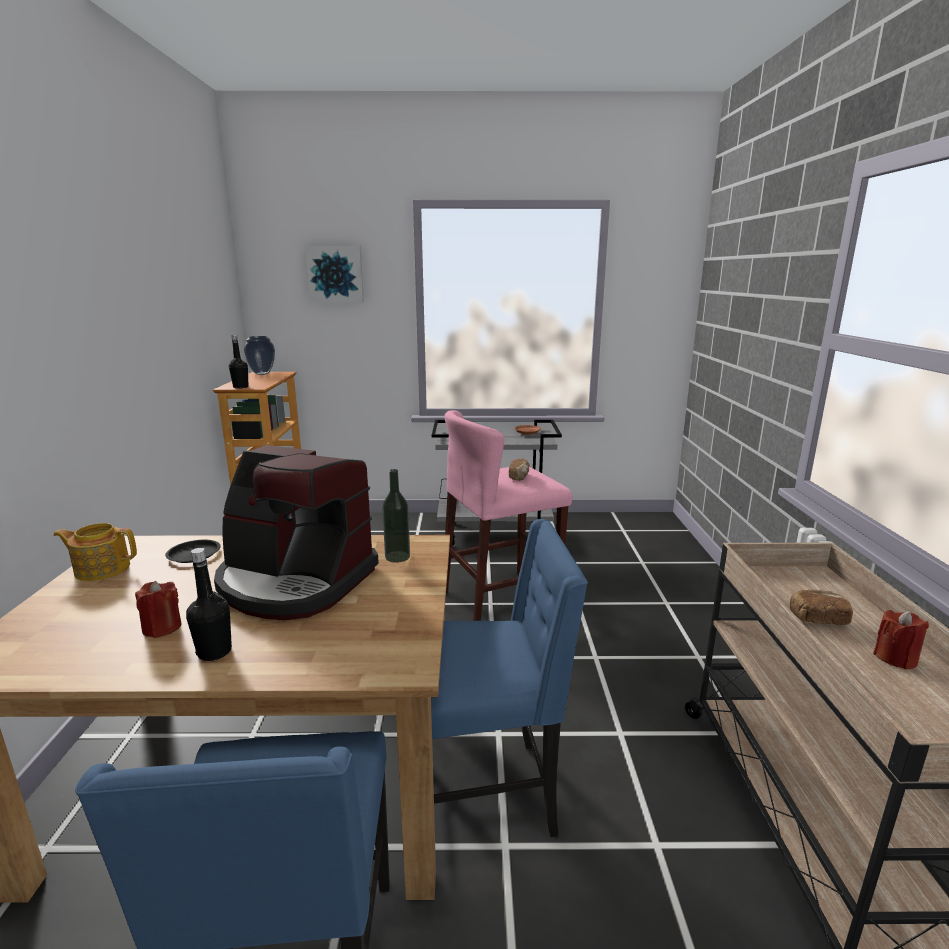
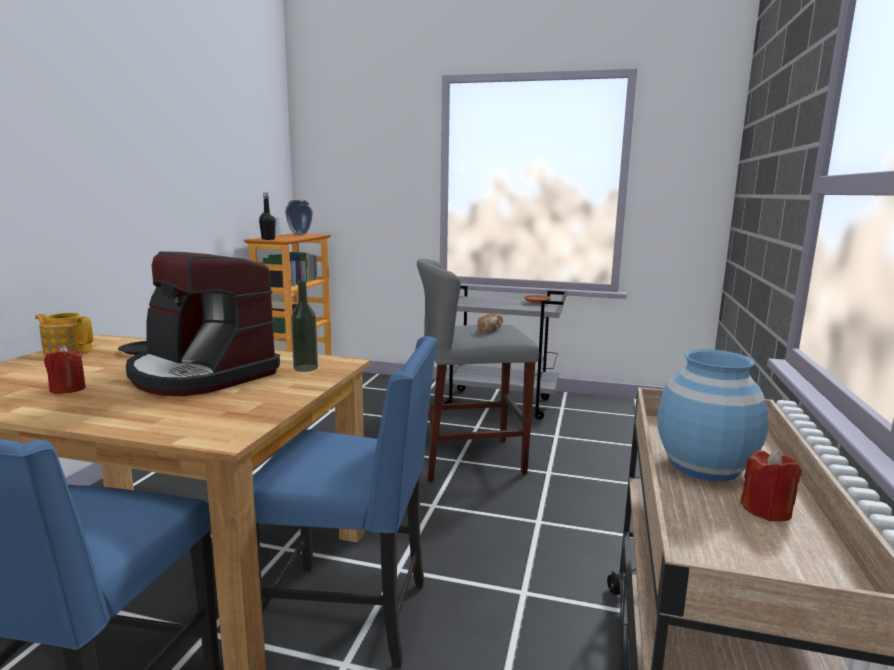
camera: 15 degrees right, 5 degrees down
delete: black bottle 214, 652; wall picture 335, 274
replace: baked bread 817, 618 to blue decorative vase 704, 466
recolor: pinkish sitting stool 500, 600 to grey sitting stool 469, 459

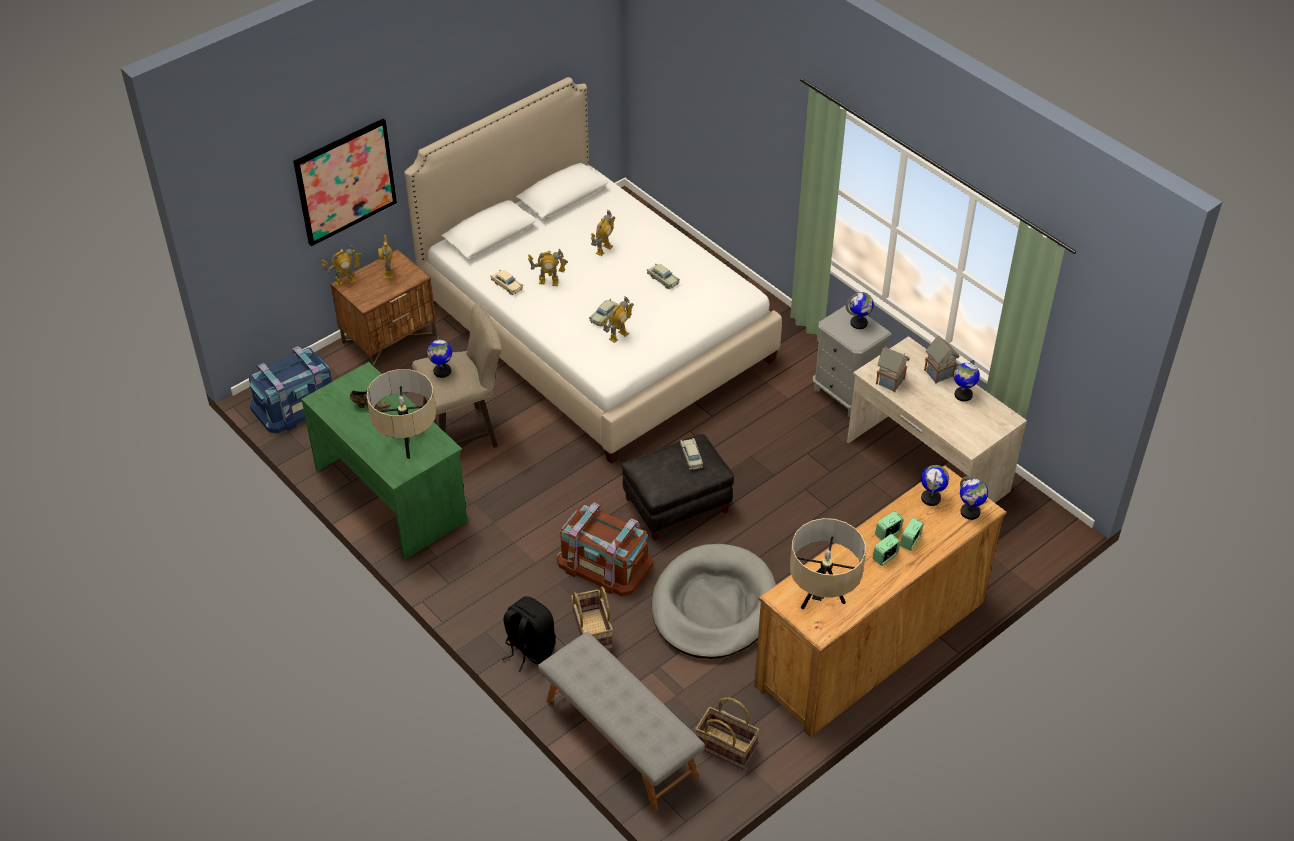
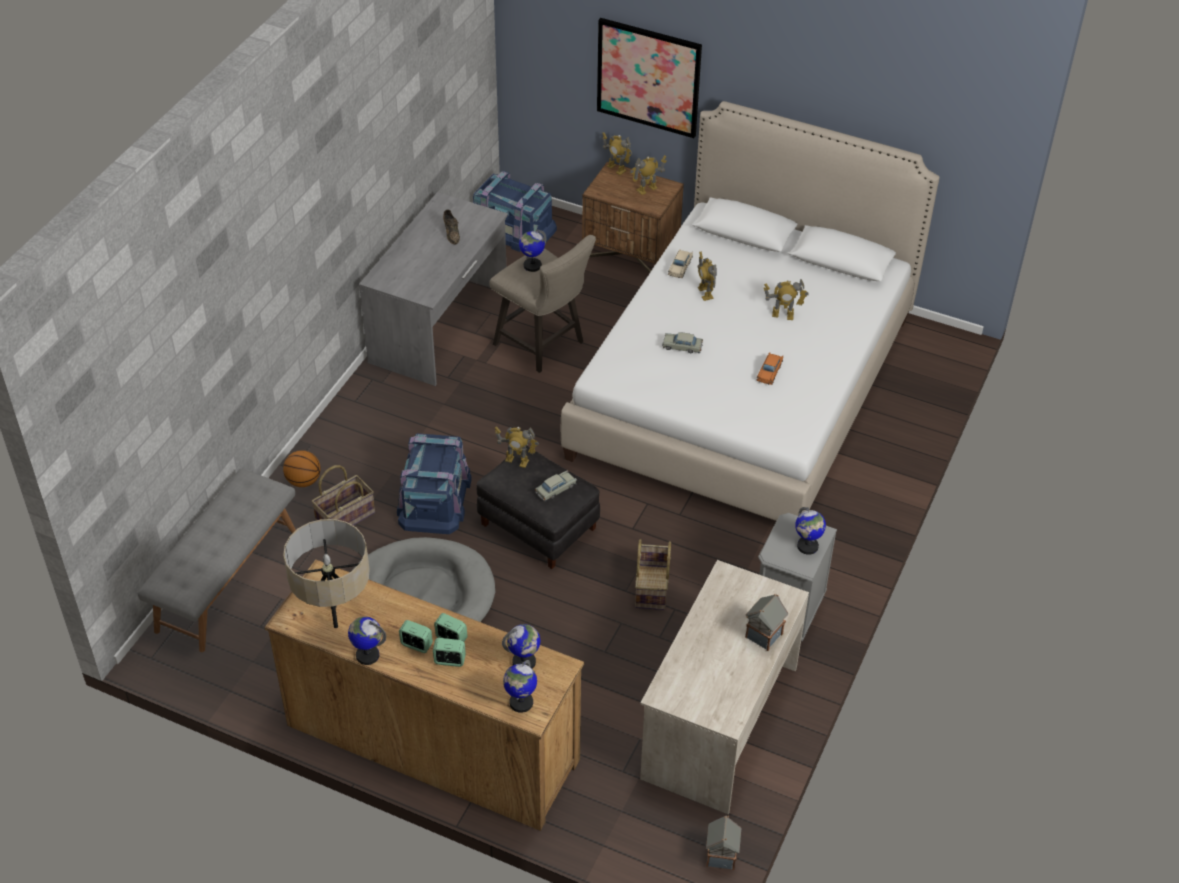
camera: 65 degrees right, 0 degrees up
delete: beige-coloured tabletop lamp 407, 444
move: toy robot 618, 336 to 517, 461; storage basket 726, 747 to 652, 588; miniature house 891, 381 to 721, 857; desk globe 963, 395 to 367, 655
replace: black backpack 529, 649 to basketball 303, 481
recolor: greenish desk table 392, 494 to grey desk table 440, 326; brownish storage bin 604, 563 to blue storage bin 434, 497; beige-coloured model car 663, 279 to orangey model car 769, 372

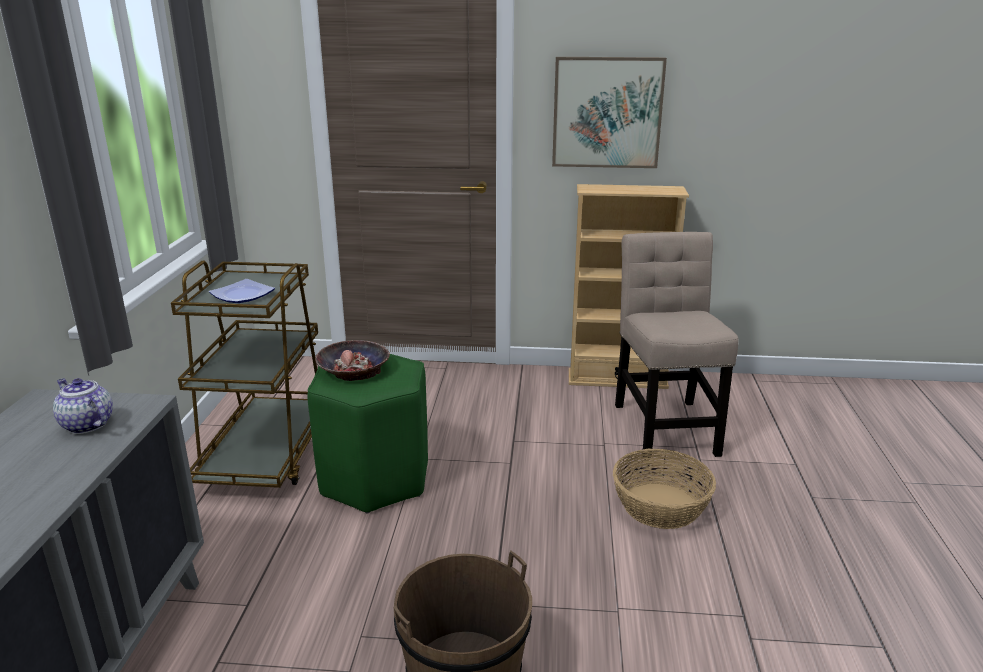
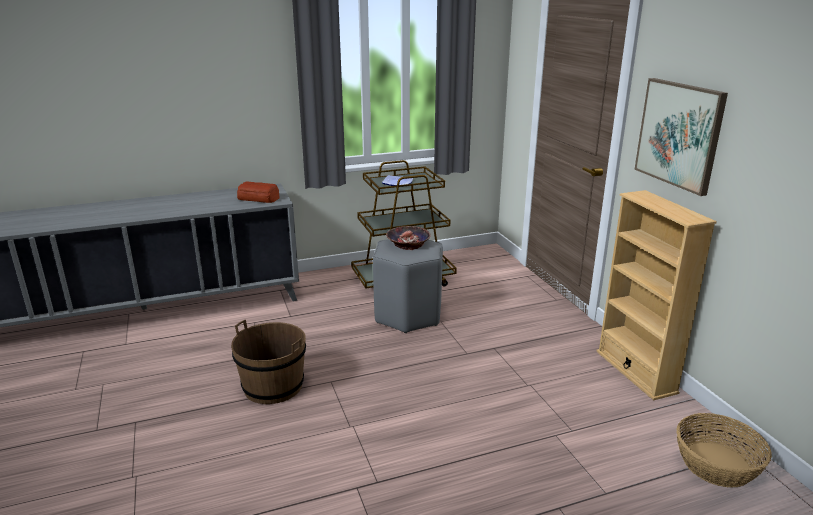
camera: 65 degrees right, 0 degrees up
delete: beige-coloured plain chair 665, 425
move: storage basket 660, 505 to 717, 464
replace: teapot 86, 424 to baked bread 258, 198
recolor: greenish sitting stool 376, 479 to grey sitting stool 408, 316

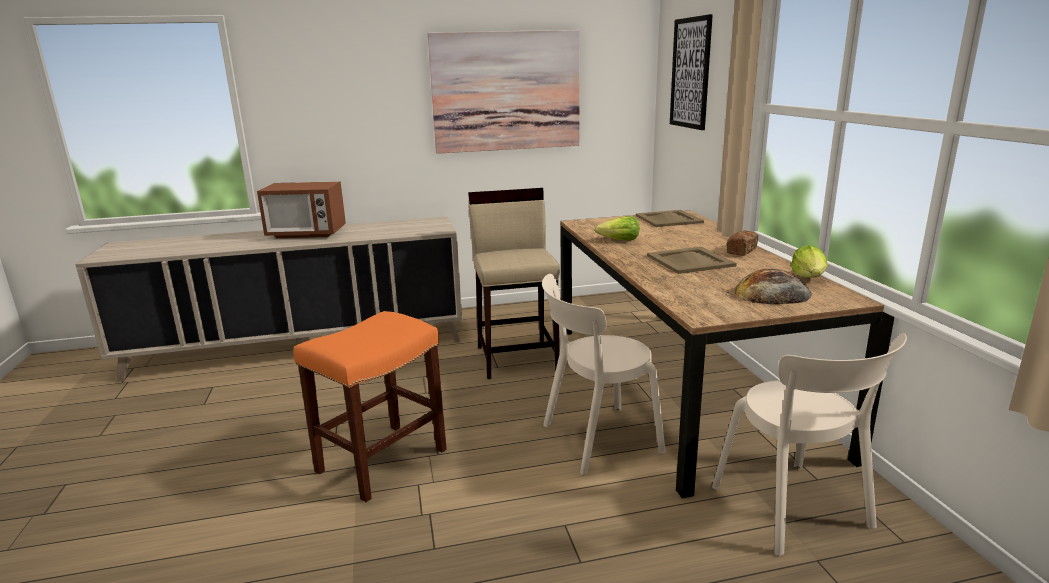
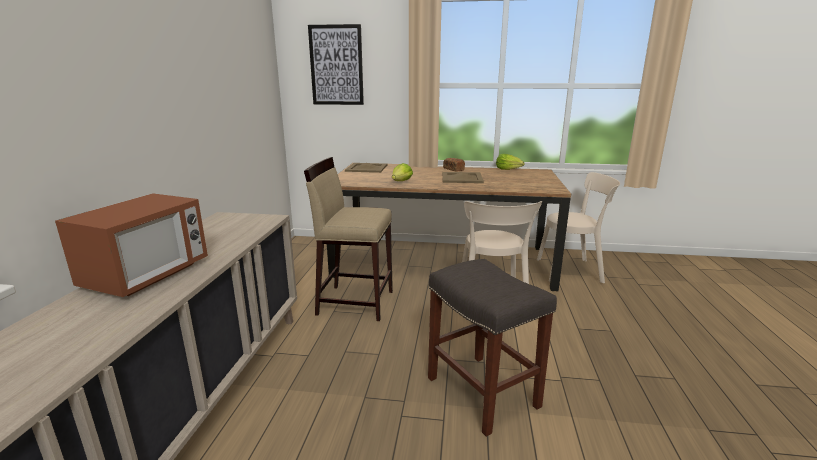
camera: 70 degrees left, 0 degrees up
delete: wall picture 506, 91; baked bread 772, 293
recolor: orangey sitting stool 382, 459 to grey sitting stool 480, 391

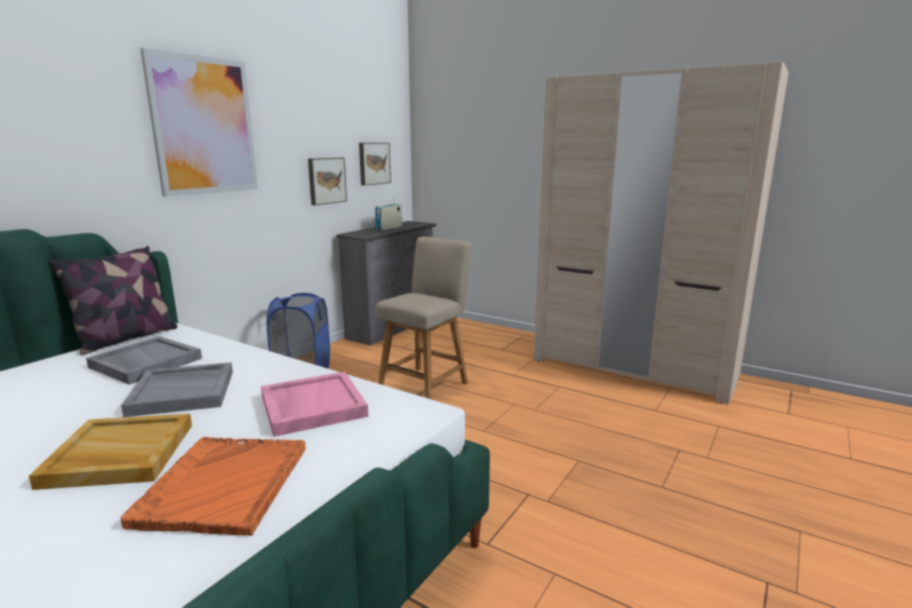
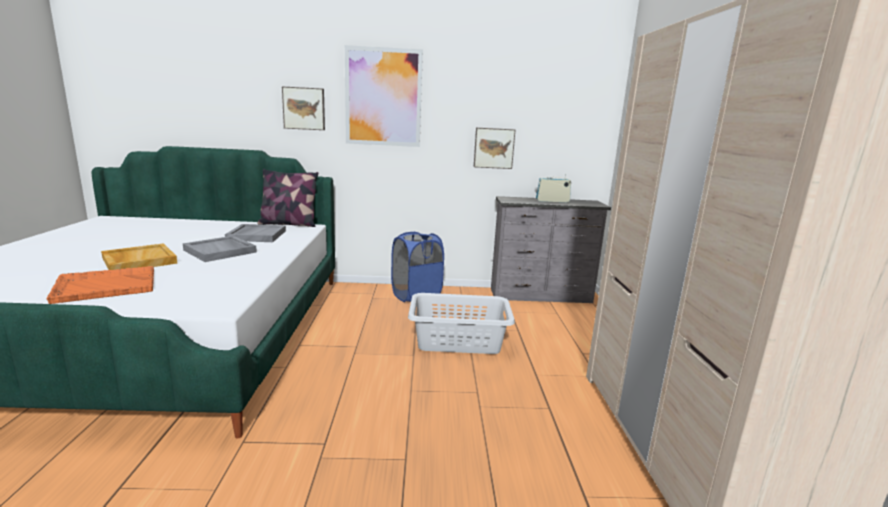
camera: 55 degrees right, 0 degrees up
delete: pinkish tray 312, 406
move: wall picture 373, 163 to 304, 108
replace: beige-coloured plain chair 426, 384 to grey hamper 459, 341

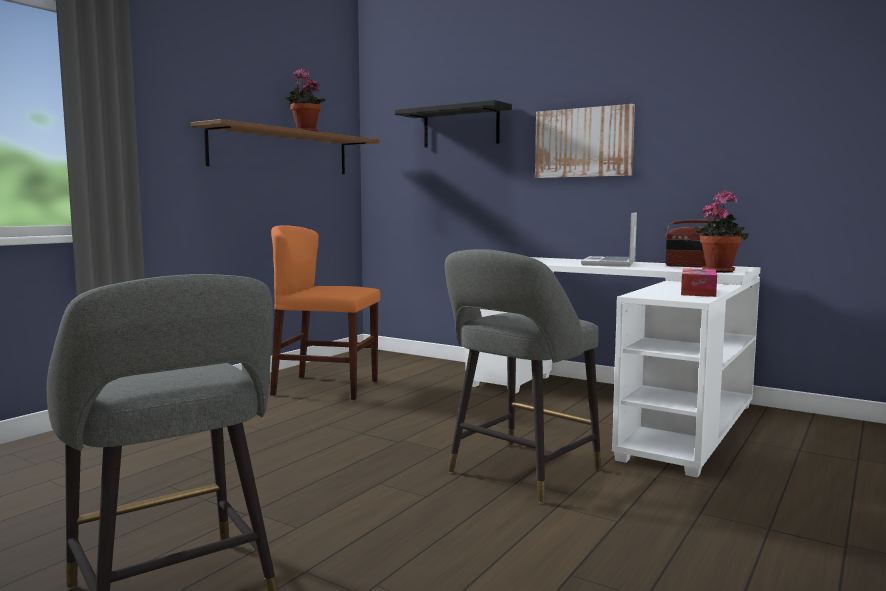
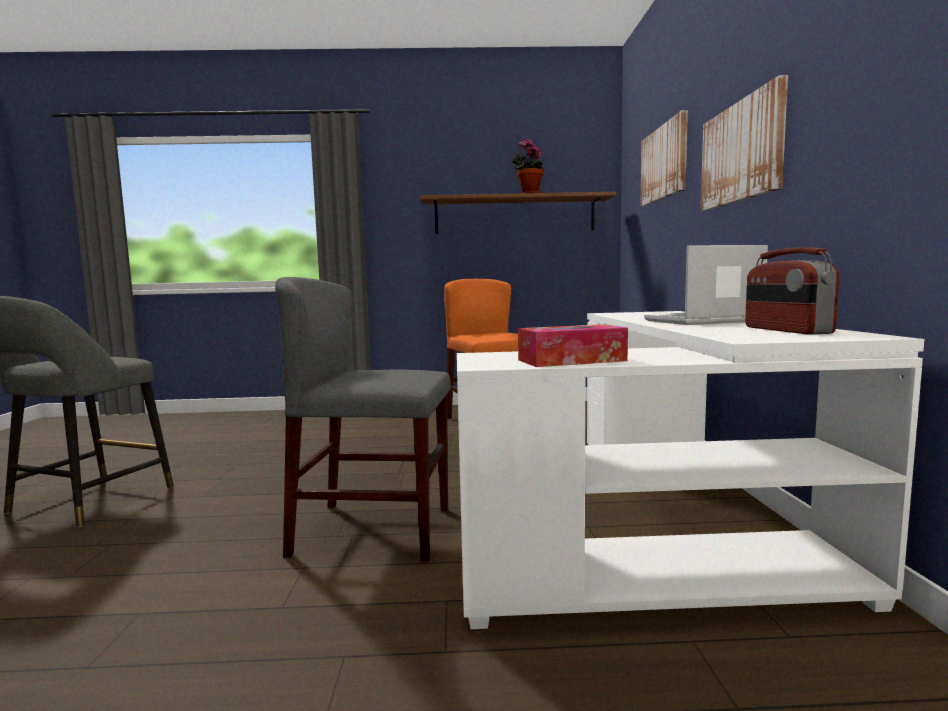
camera: 55 degrees right, 0 degrees up
delete: houseplant 719, 271
replace: black wall shelf 461, 127 to wall picture 664, 163; grey sitting stool 519, 473 to grey plain chair 373, 530

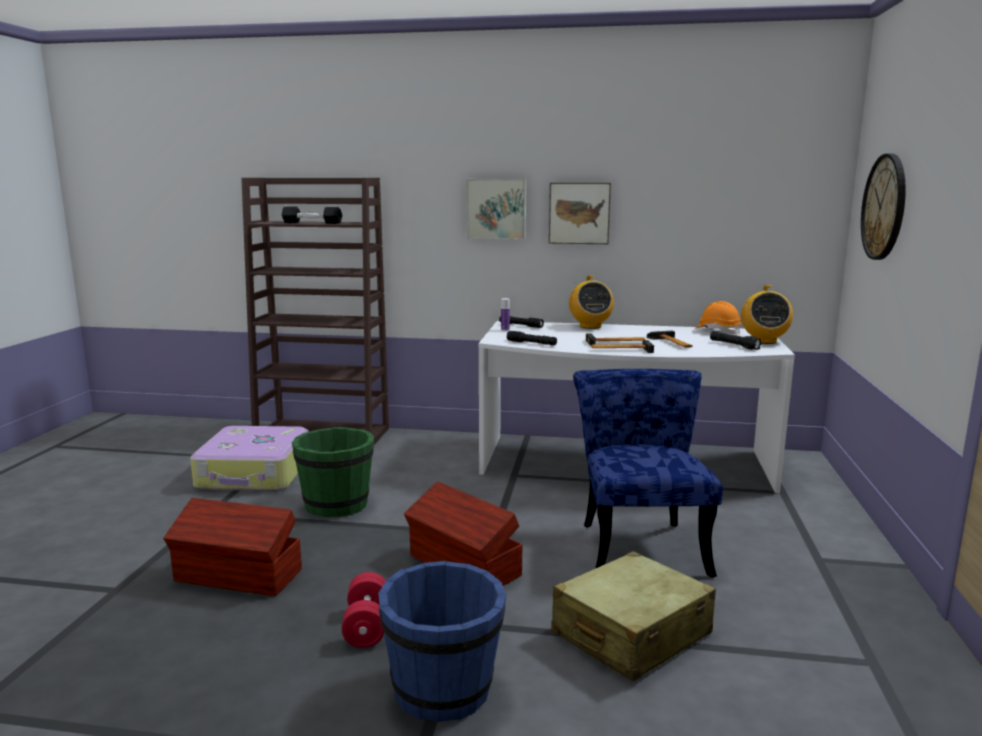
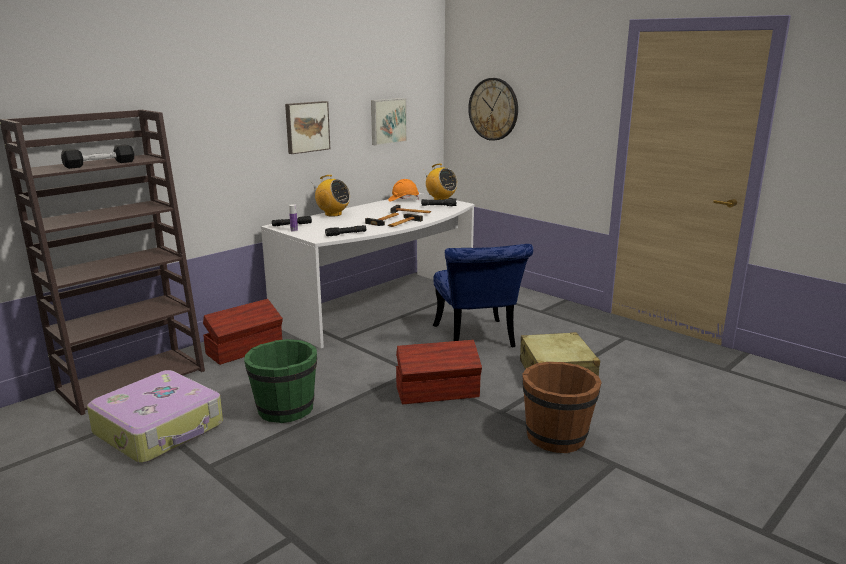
camera: 55 degrees left, 5 degrees up
delete: red-coloured hand weight 367, 626
move: brownish storage bin 238, 576 to 246, 349; wall picture 496, 209 to 387, 121
recolor: blue pail 444, 689 to brownish pail 556, 436
rotate: blue plain chair 639, 543 = 476, 339 135 degrees counterclockwise

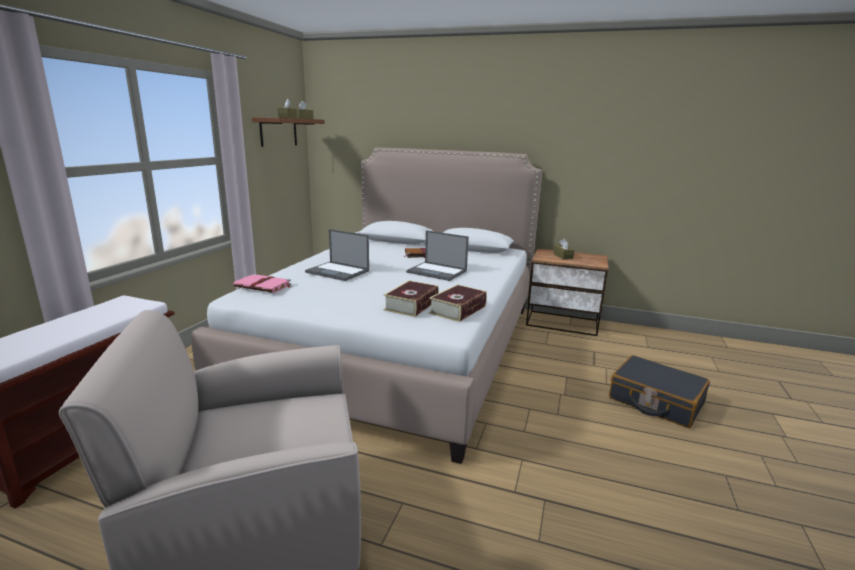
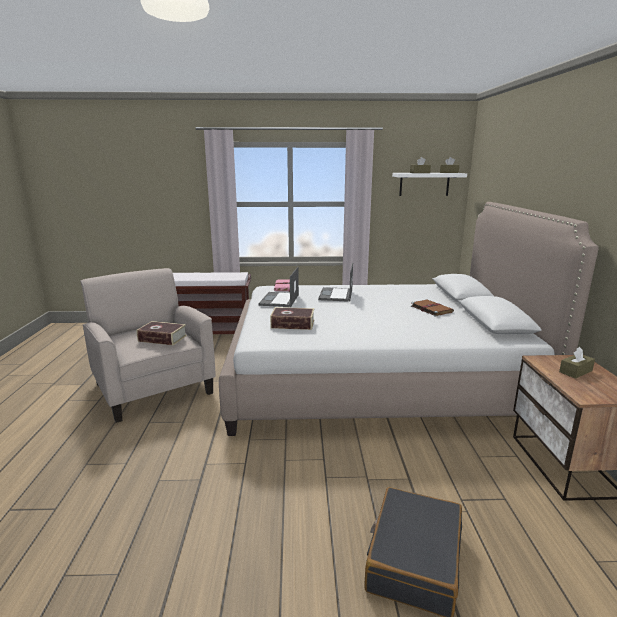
camera: 70 degrees right, 0 degrees up
move: laptop 437, 272 to 279, 300; book 458, 309 to 162, 338
recolor: brownish wall shelf 278, 132 to white wall shelf 424, 184

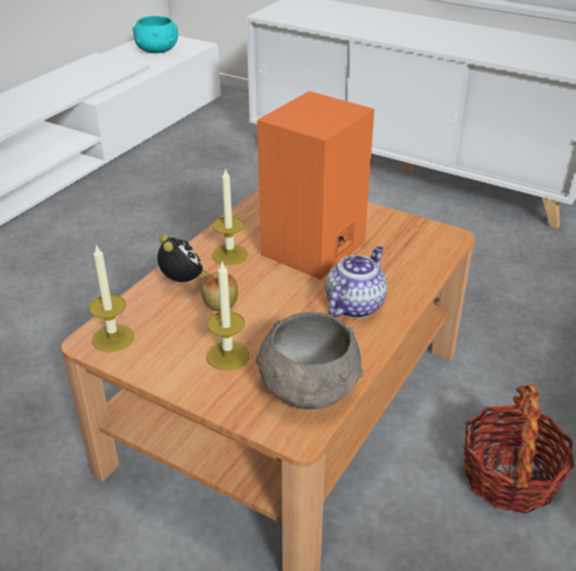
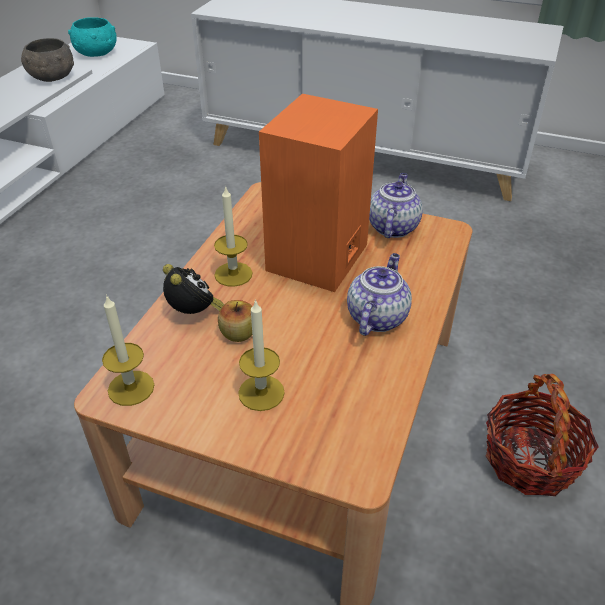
camera: 10 degrees left, 5 degrees up
insert: teapot 392, 227
move: grey bowl 308, 389 to 52, 78

